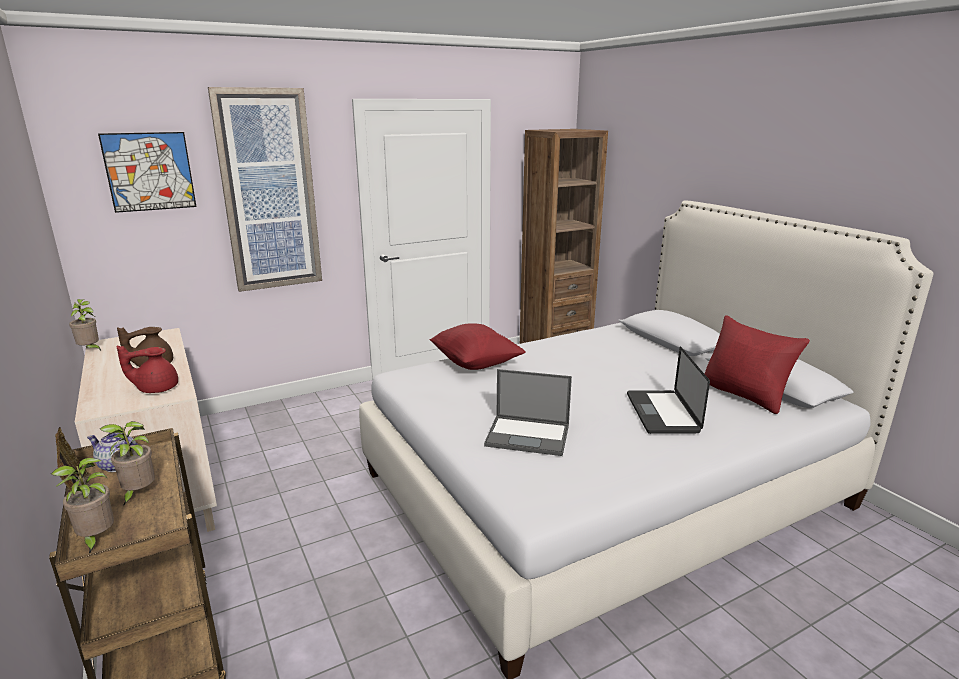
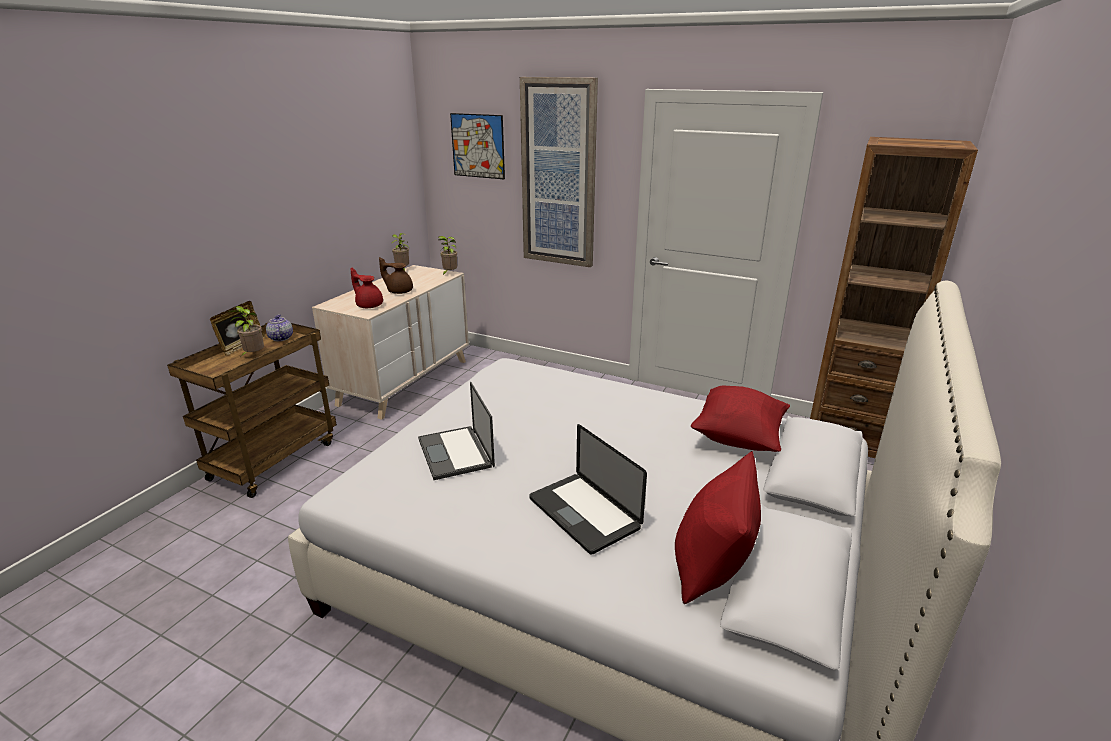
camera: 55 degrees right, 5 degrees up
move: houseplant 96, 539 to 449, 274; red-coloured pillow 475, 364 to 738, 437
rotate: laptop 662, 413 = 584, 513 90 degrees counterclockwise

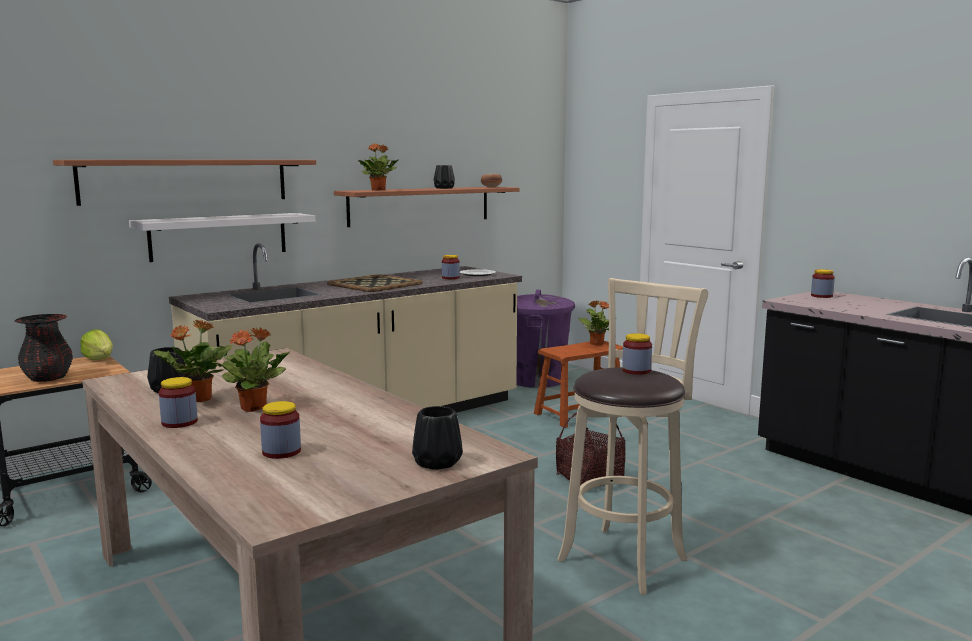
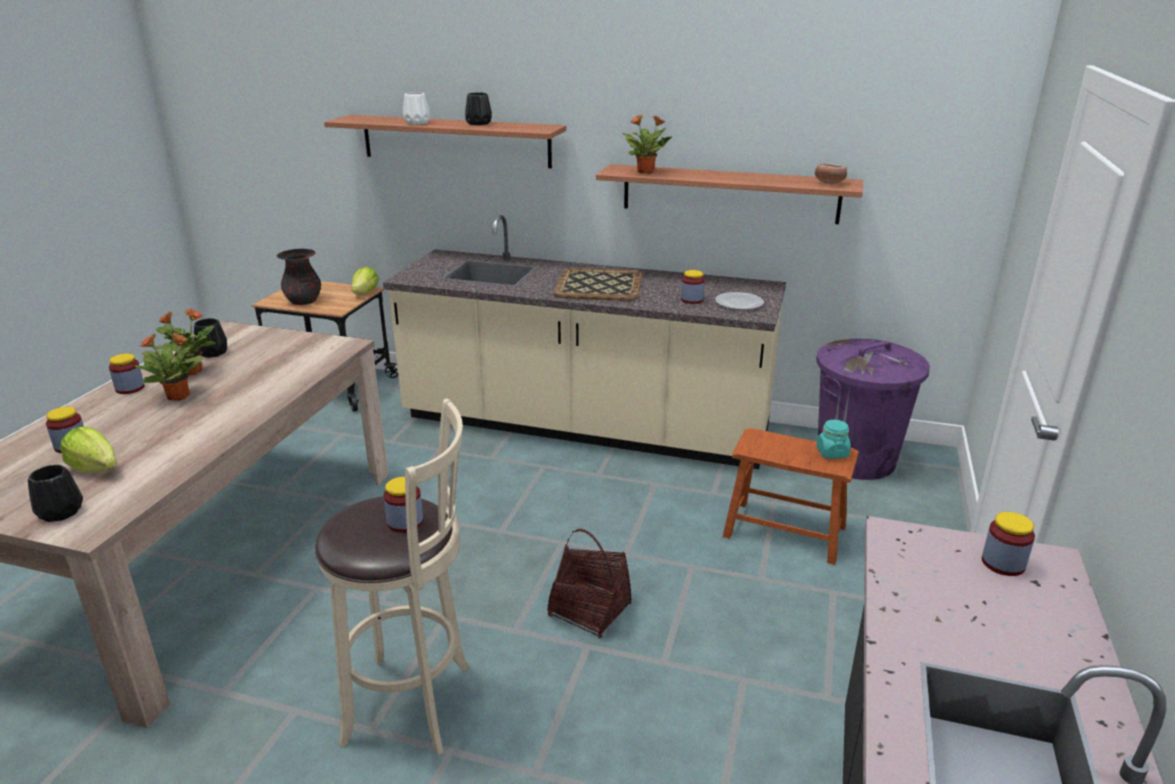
camera: 55 degrees right, 15 degrees up
delete: white wall shelf 219, 236
insert: head of lettuce 96, 468; white decorative vase 417, 123
move: black decorative vase 444, 188 to 478, 123
replace: houseplant 596, 343 to turquoise-coloured jar 832, 453

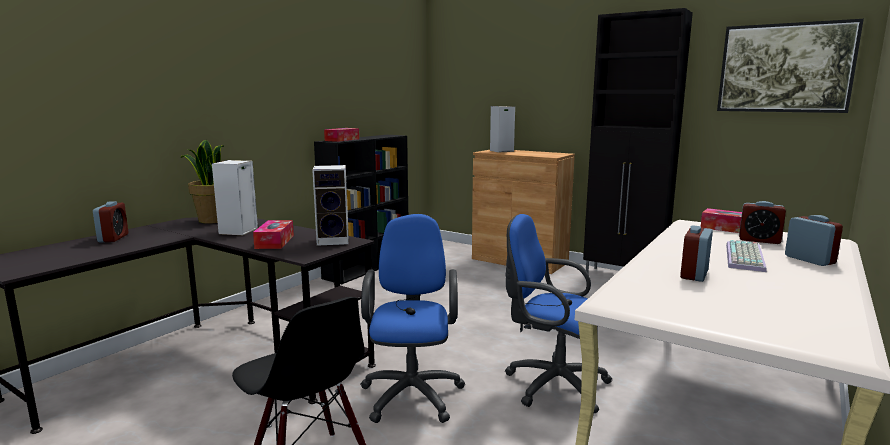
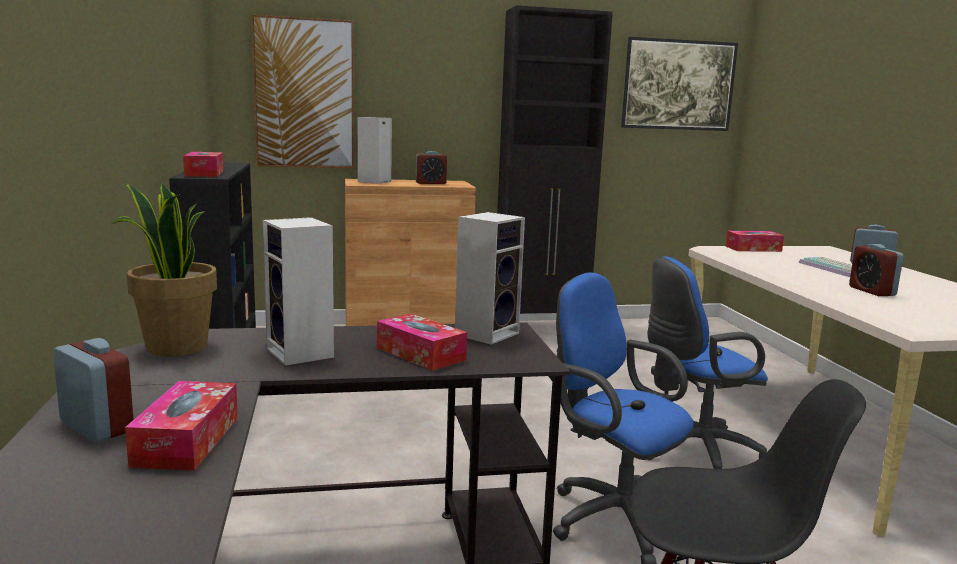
camera: 45 degrees left, 0 degrees up
insert: tissue box 187, 441; wall picture 304, 94
move: table clock 759, 240 to 430, 183

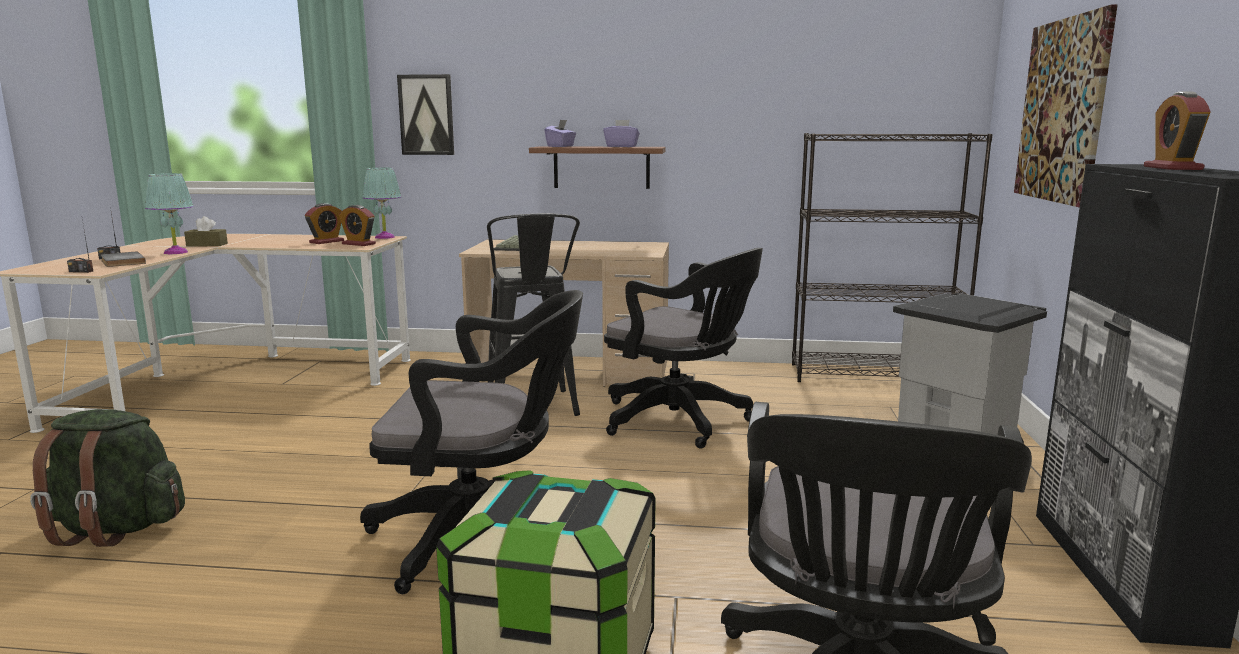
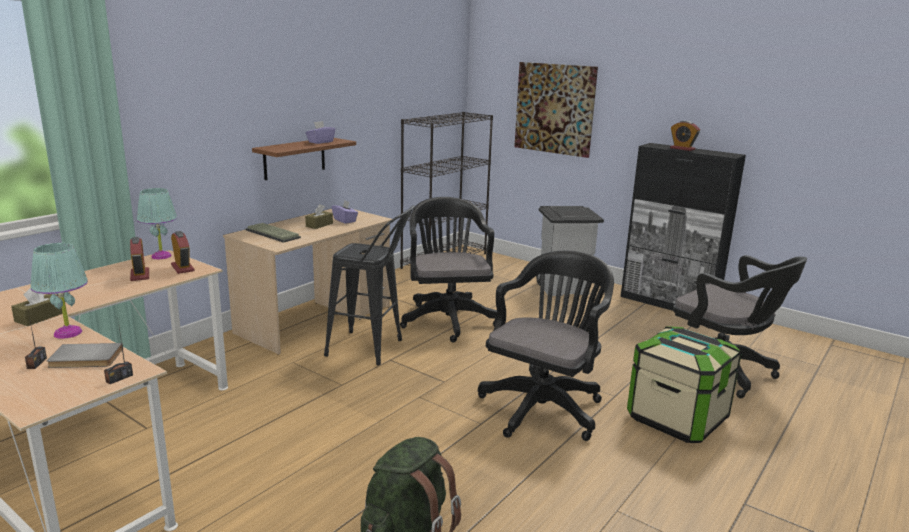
camera: 60 degrees left, 5 degrees up
delete: wall picture 426, 115
insert: brownish tissue box 319, 225
move: purple-coloured tissue box 561, 146 to 345, 220
rotate: table clock 358, 244 = 182, 268 90 degrees counterclockwise; black office chair 681, 421 = 447, 319 75 degrees counterclockwise

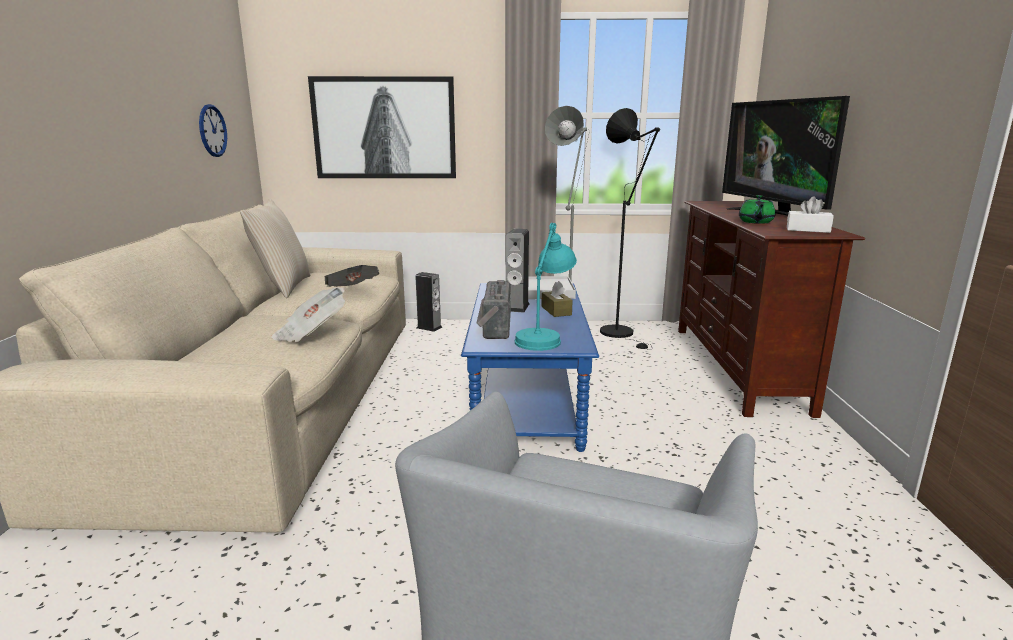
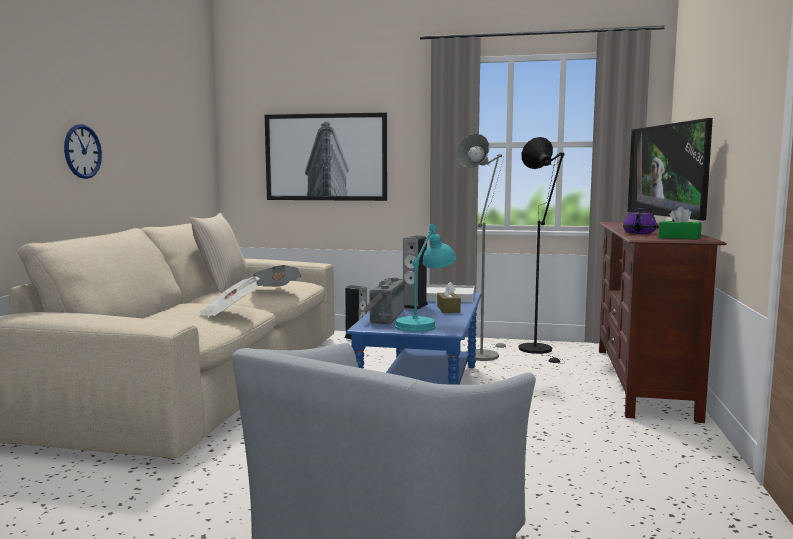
camera: 10 degrees right, 10 degrees down
move: wall clock 212, 130 to 82, 151
recolor: greenish teapot 755, 222 to purple-coloured teapot 639, 233; white tissue box 808, 230 to greenish tissue box 679, 237

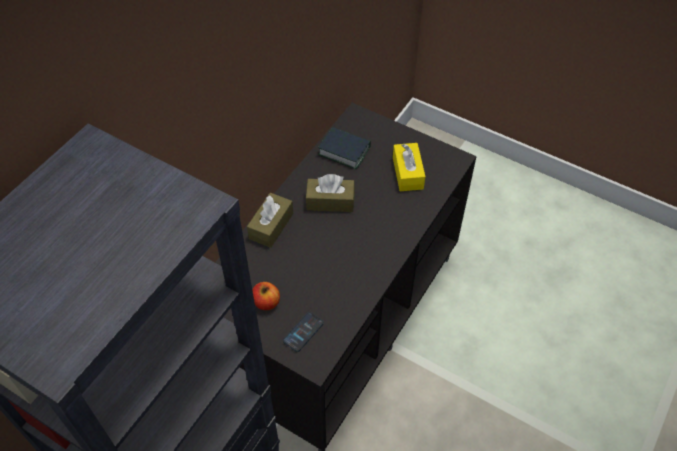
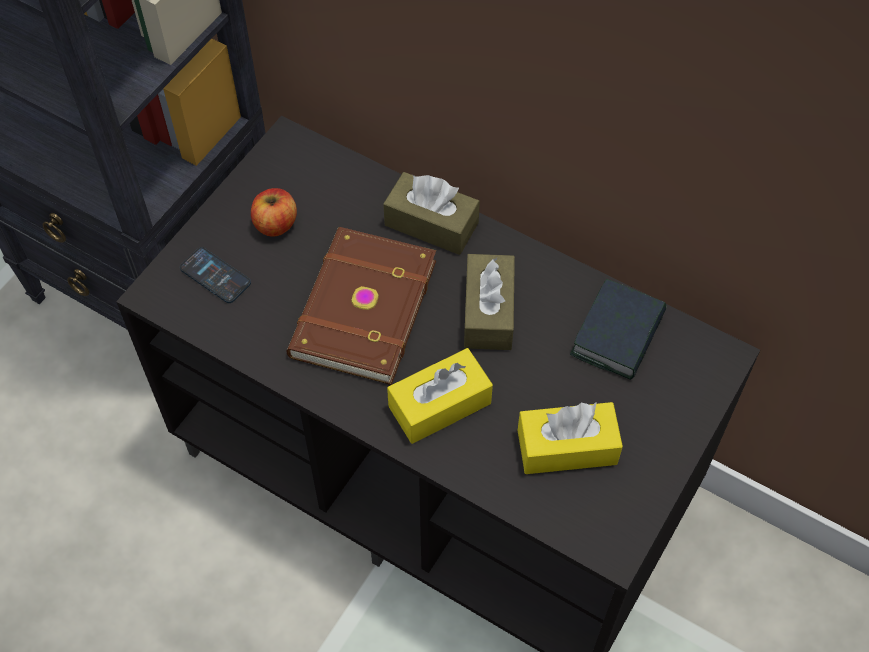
camera: 90 degrees right, 5 degrees up
insert: brownish book 360, 309; yellow tissue box 439, 405

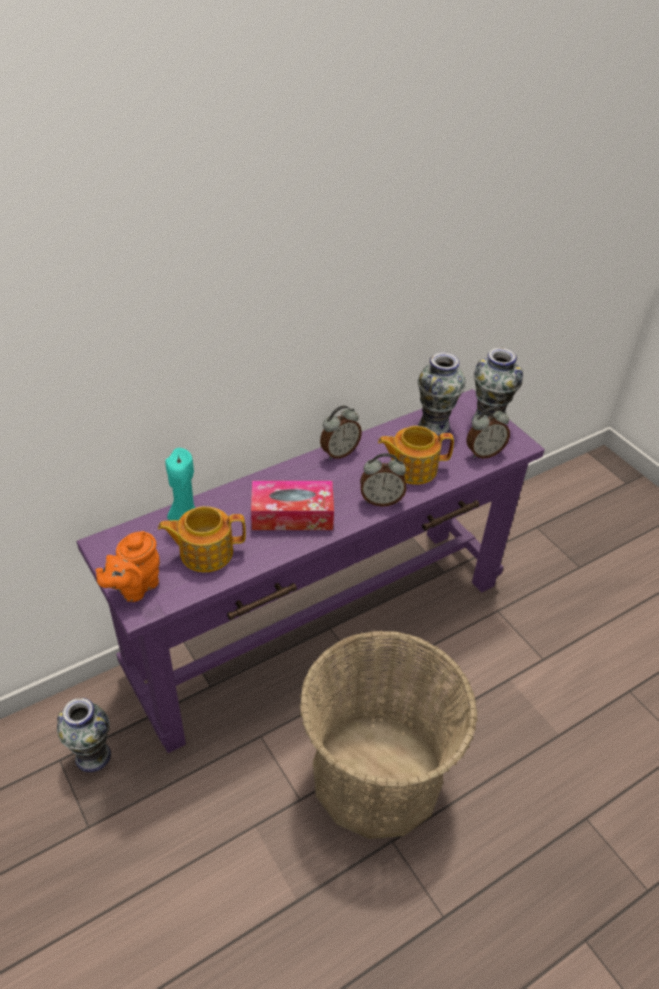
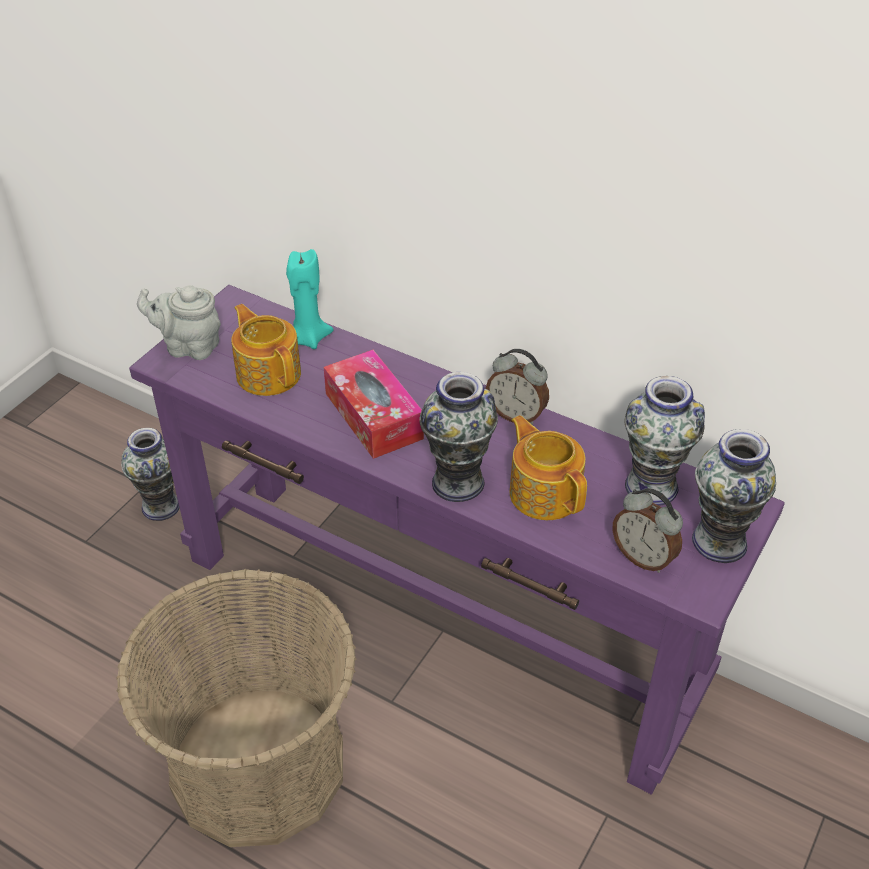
camera: 65 degrees right, 0 degrees up
replace: table clock 381, 500 to decorative vase 458, 483
recolor: orangey teapot 134, 587 to grey teapot 189, 346

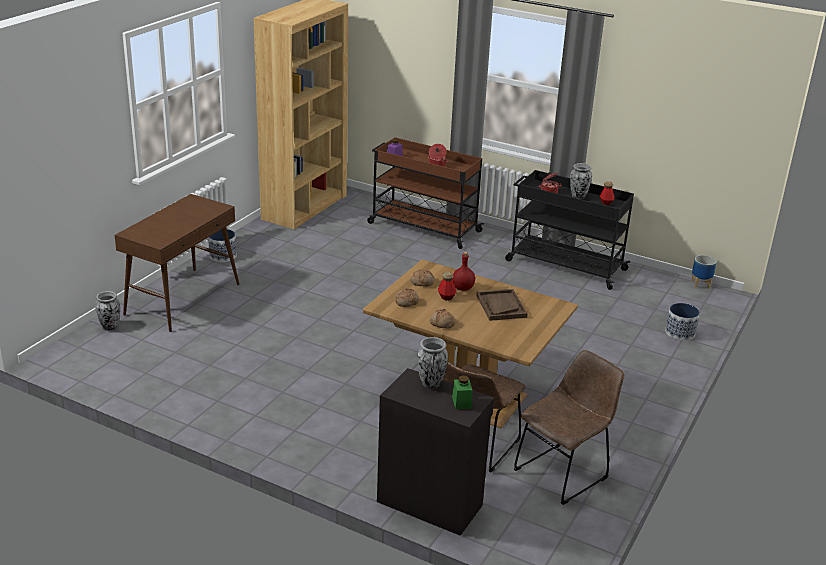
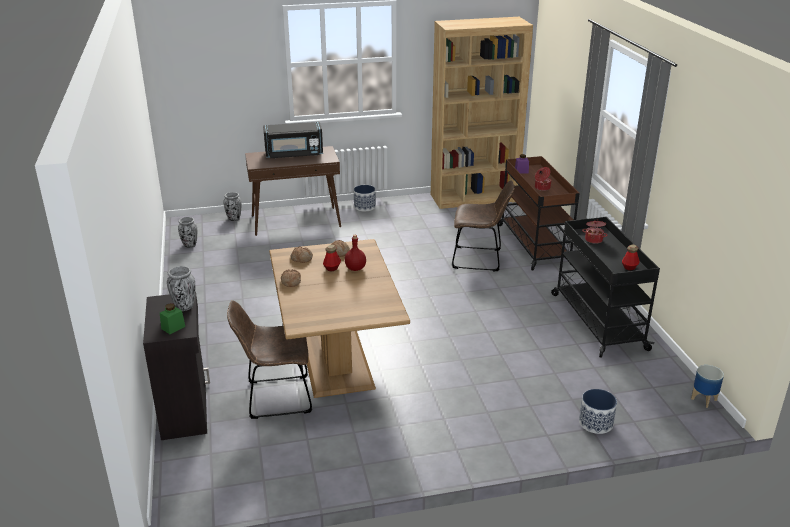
camera: 50 degrees right, 0 degrees up
delete: brownish tray 501, 306
insert: black microwave oven 294, 154
move: brownish plain chair 564, 472 to 480, 259; decorative vase 578, 196 to 190, 245

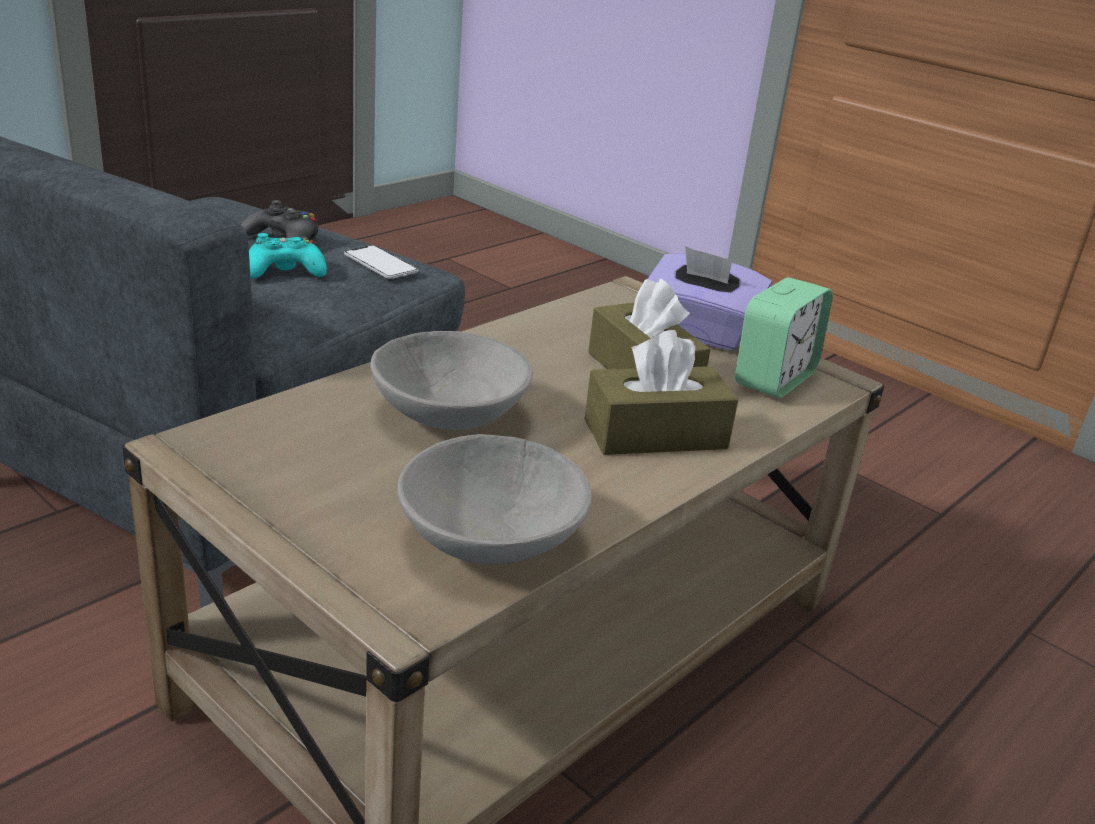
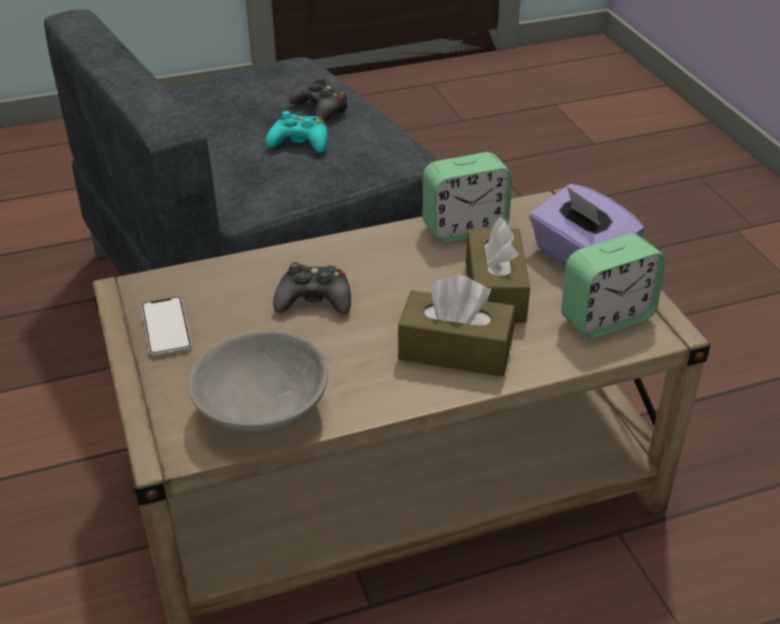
camera: 30 degrees right, 10 degrees up
insert: table clock 464, 228
move: telephone 380, 264 to 166, 327
replace: grey bowl 450, 414 to black game controller 314, 300

